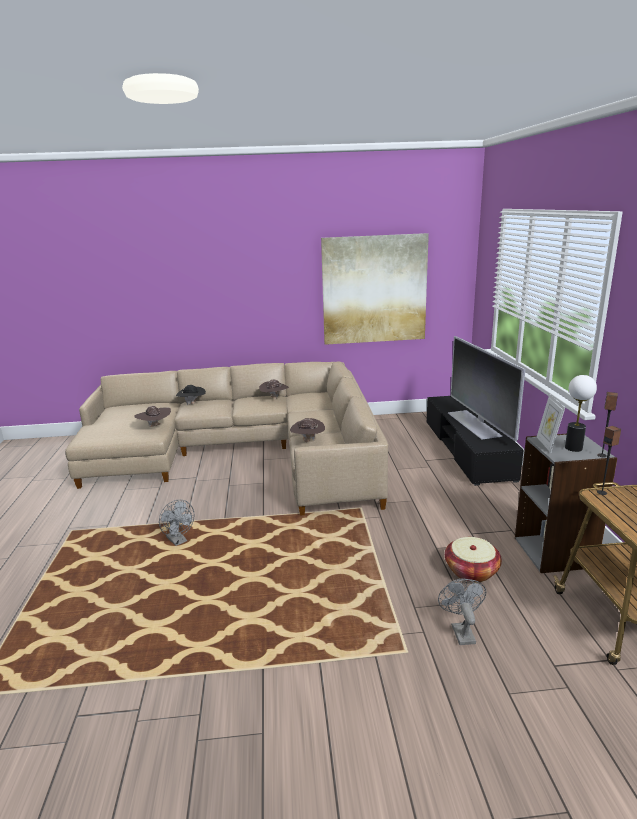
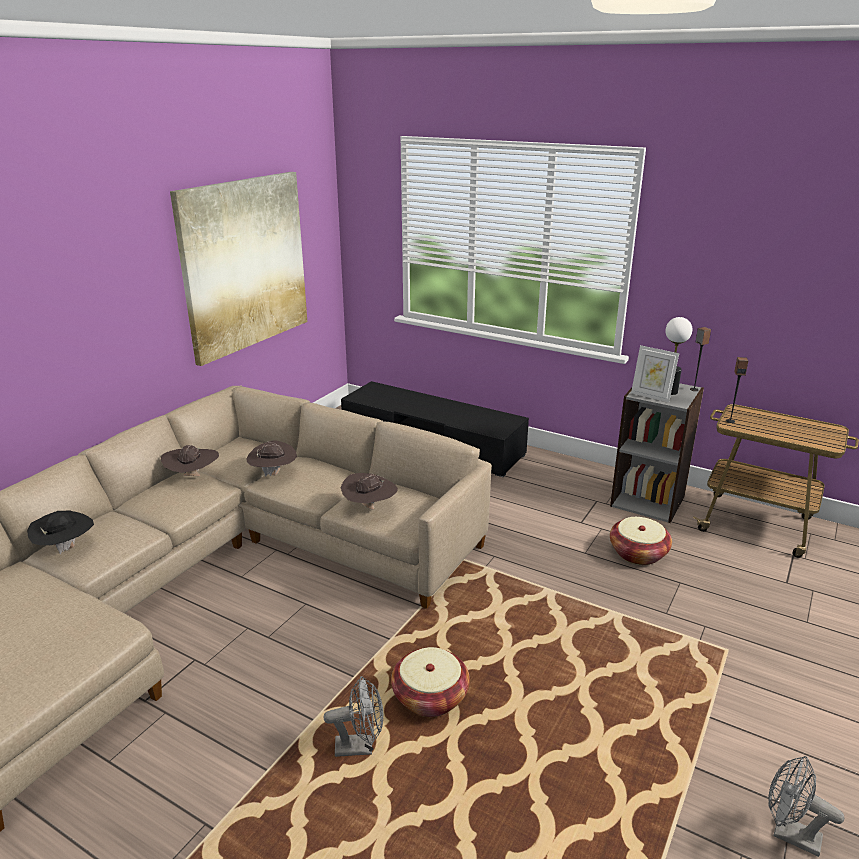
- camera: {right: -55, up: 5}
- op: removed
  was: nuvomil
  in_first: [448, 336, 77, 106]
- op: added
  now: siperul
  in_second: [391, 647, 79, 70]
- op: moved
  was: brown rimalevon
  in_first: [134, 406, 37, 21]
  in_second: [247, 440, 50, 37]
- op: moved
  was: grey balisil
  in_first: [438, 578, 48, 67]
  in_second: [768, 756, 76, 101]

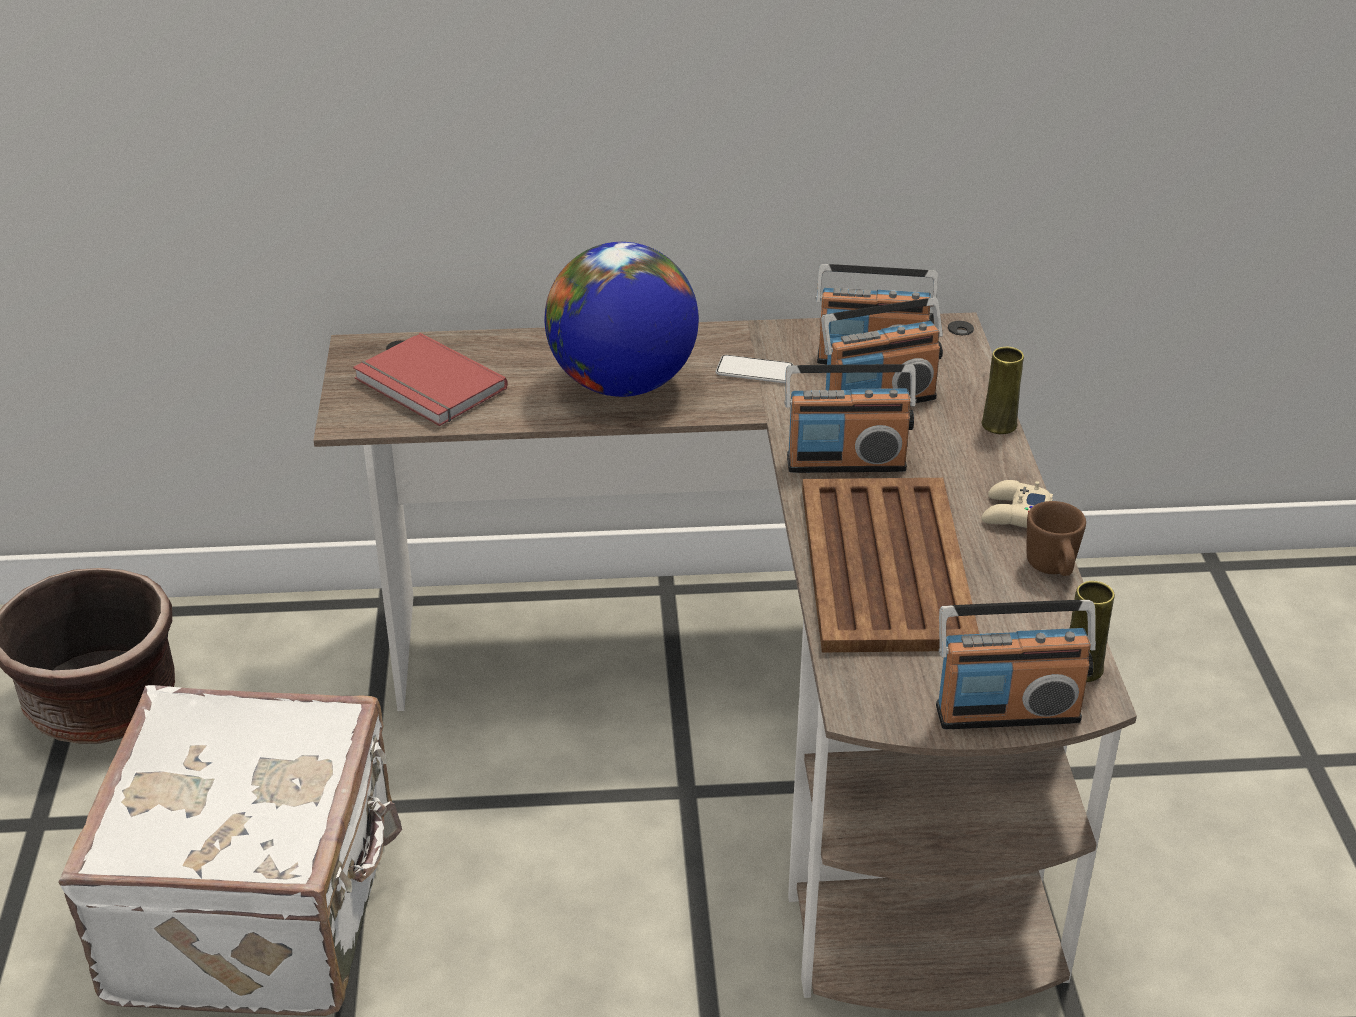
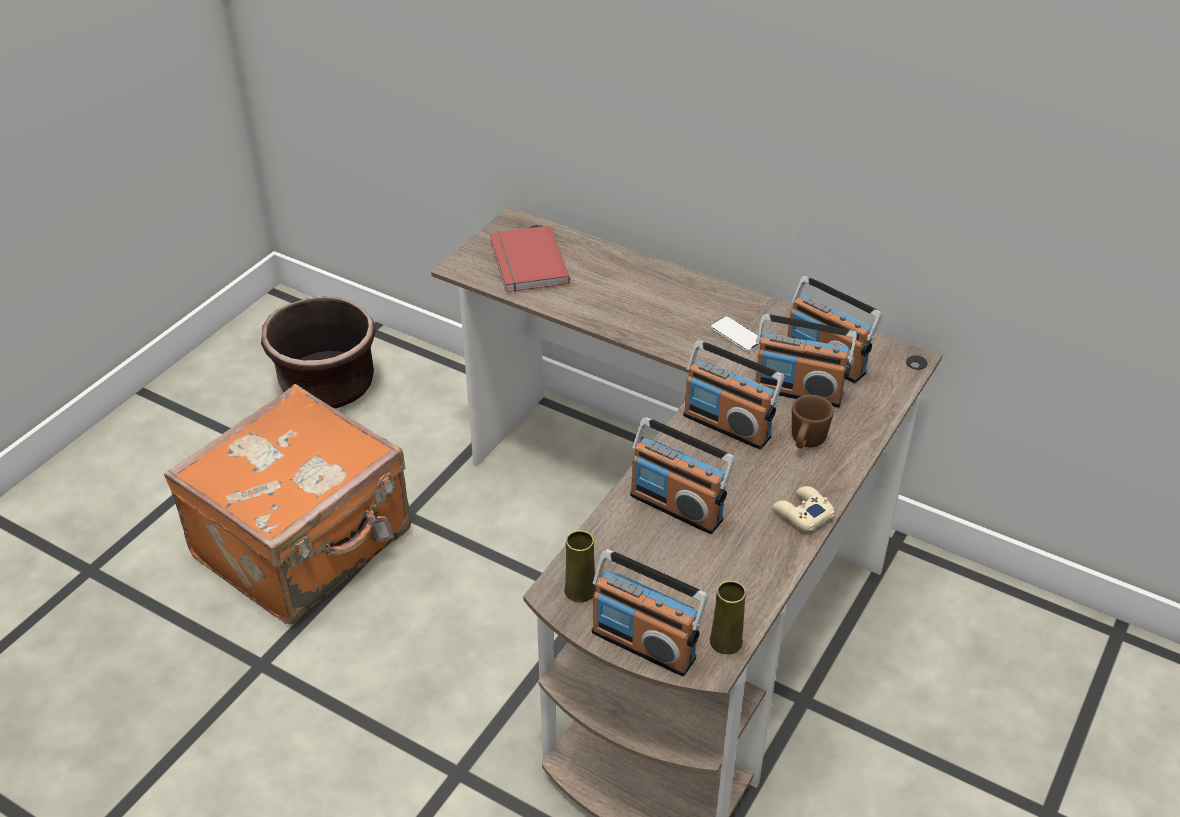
- camera: {right: 35, up: 5}
- op: removed
  was: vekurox
  in_first: [545, 242, 154, 155]
- op: moved
  was: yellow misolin
  in_first: [981, 347, 43, 87]
  in_second: [564, 530, 32, 72]
- op: moved
  was: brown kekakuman
  in_first: [1026, 501, 60, 75]
  in_second: [792, 395, 42, 54]
- op: replaced
  was: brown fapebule
  now: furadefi
  in_first: [802, 478, 177, 174]
  in_second: [630, 417, 105, 117]
- op: recoloured
  was: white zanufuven
  now: orange zanufuven
  in_first: [58, 685, 344, 331]
  in_second: [164, 384, 247, 241]

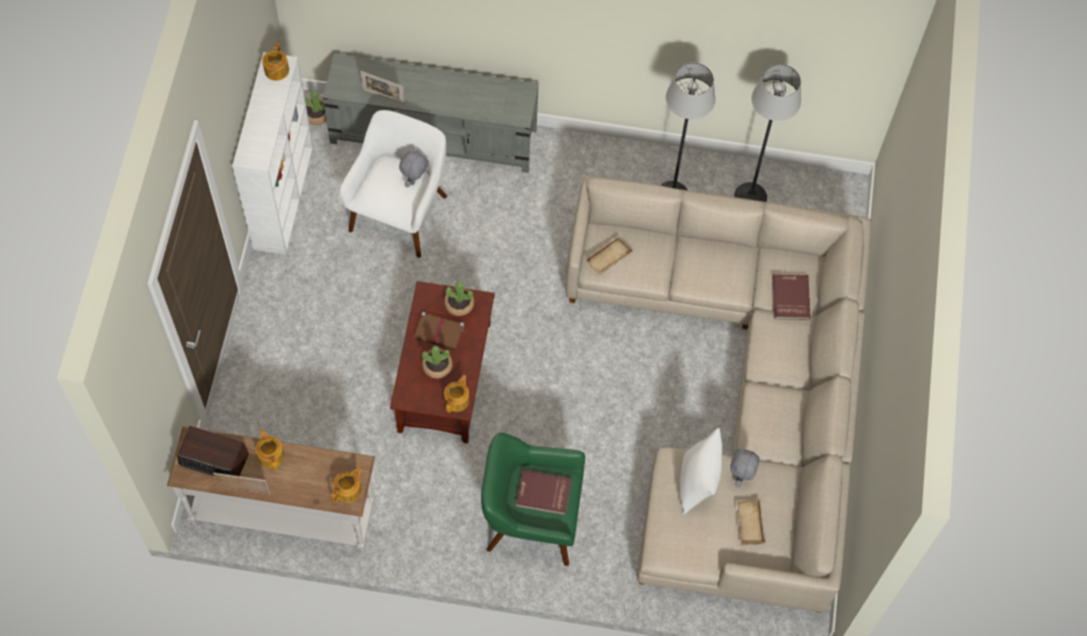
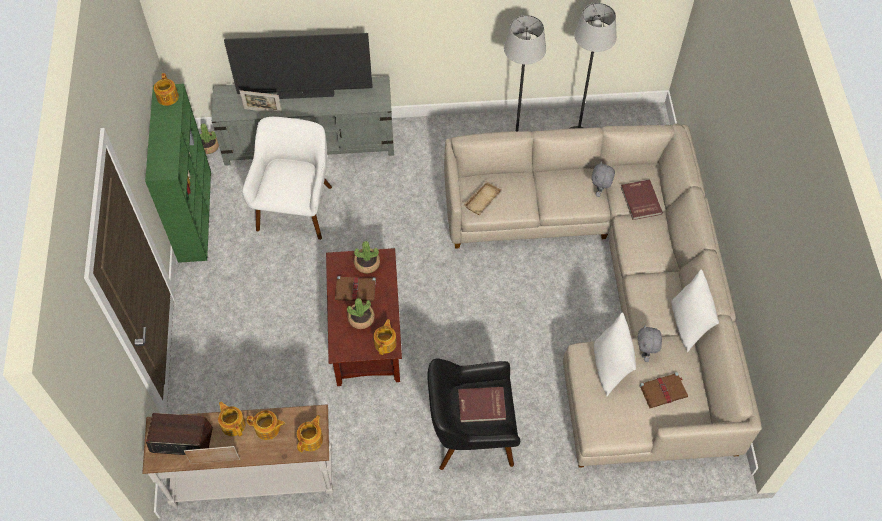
- camera: {right: -10, up: -5}
- op: added
  now: nuvomil
  in_second: [224, 33, 149, 66]
- op: added
  now: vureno
  in_second: [246, 410, 39, 30]
- op: added
  now: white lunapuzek
  in_second: [671, 270, 48, 82]
- op: moved
  was: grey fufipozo
  in_first: [399, 148, 30, 39]
  in_second: [592, 161, 23, 36]
- op: replaced
  was: beige fapebule
  now: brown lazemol
  in_first: [735, 498, 31, 47]
  in_second: [639, 372, 49, 36]
- op: recoloured
  was: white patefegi
  now: green patefegi
  in_first: [232, 52, 81, 203]
  in_second: [145, 84, 66, 179]
- op: recoloured
  was: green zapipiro
  now: black zapipiro
  in_first: [481, 433, 104, 133]
  in_second: [427, 359, 93, 111]

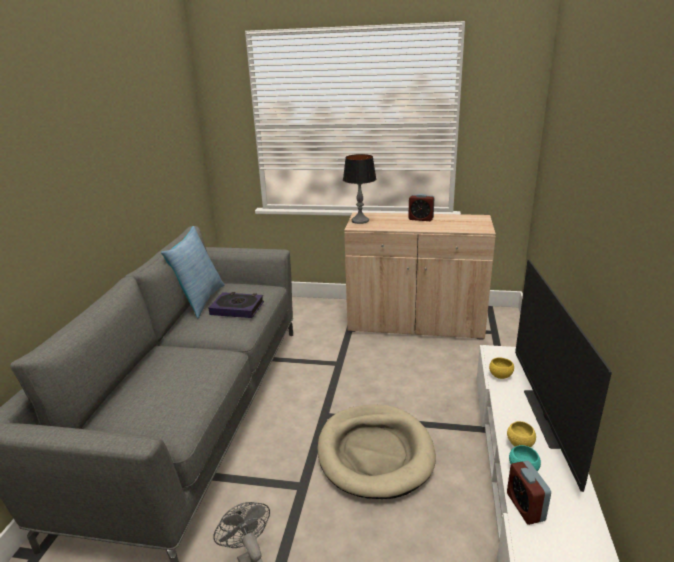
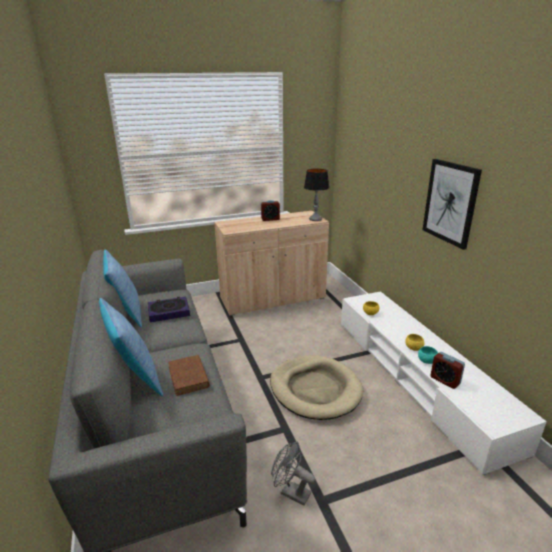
- camera: {right: -30, up: 0}
- op: removed
  was: nuvomil
  in_first: [515, 259, 97, 233]
- op: added
  now: lunapuzek
  in_second: [99, 298, 64, 99]
- op: added
  now: brown lazemol
  in_second: [168, 355, 42, 41]
- op: added
  now: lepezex
  in_second: [422, 159, 60, 91]
- op: moved
  was: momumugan
  in_first: [343, 154, 33, 70]
  in_second: [304, 169, 25, 52]

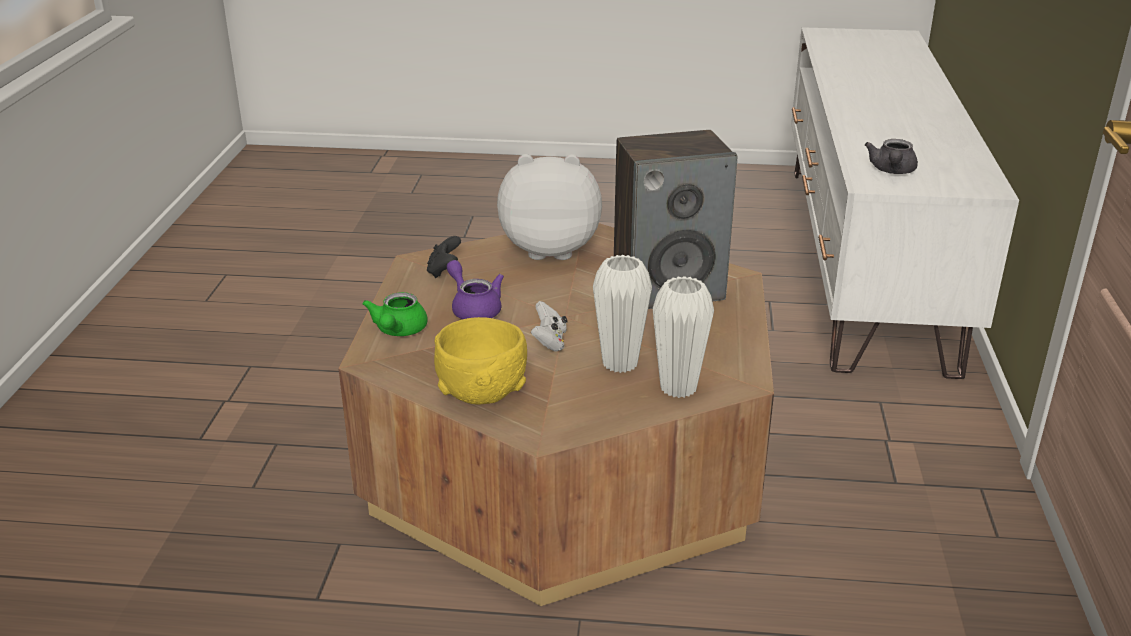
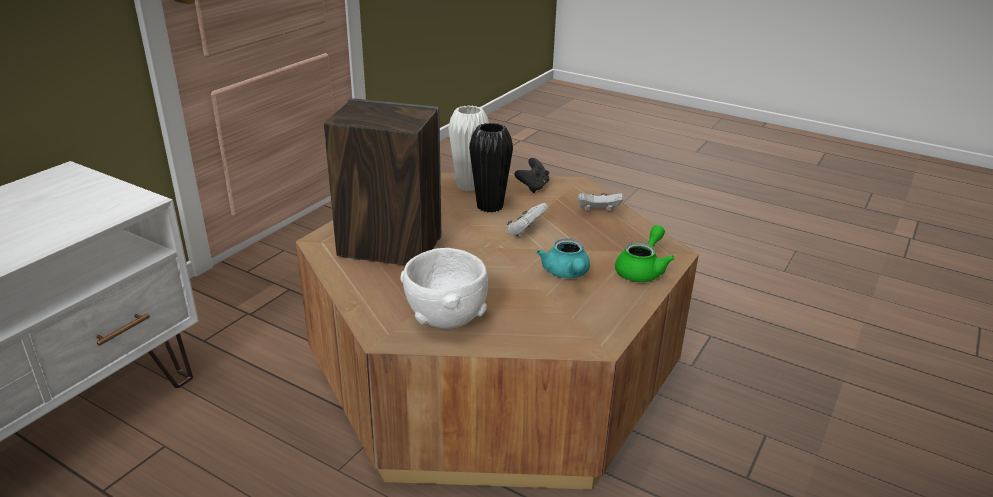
- camera: {right: -155, up: 0}
- op: removed
  was: grey vureno
  in_first: [865, 139, 53, 35]
- op: moved
  was: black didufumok
  in_first: [427, 236, 34, 42]
  in_second: [515, 158, 34, 35]
- op: replaced
  was: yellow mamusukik
  now: white didufumok
  in_first: [434, 317, 93, 88]
  in_second: [578, 193, 45, 18]
- op: replaced
  was: fufipozo
  now: white mamusukik
  in_first: [497, 154, 105, 106]
  in_second: [400, 248, 88, 81]
- op: recoloured
  was: purple vureno
  now: turquoise vureno
  in_first: [447, 260, 57, 59]
  in_second: [537, 238, 53, 40]
- op: recoloured
  was: white misolin
  now: black misolin
  in_first: [593, 255, 59, 118]
  in_second: [469, 123, 44, 90]

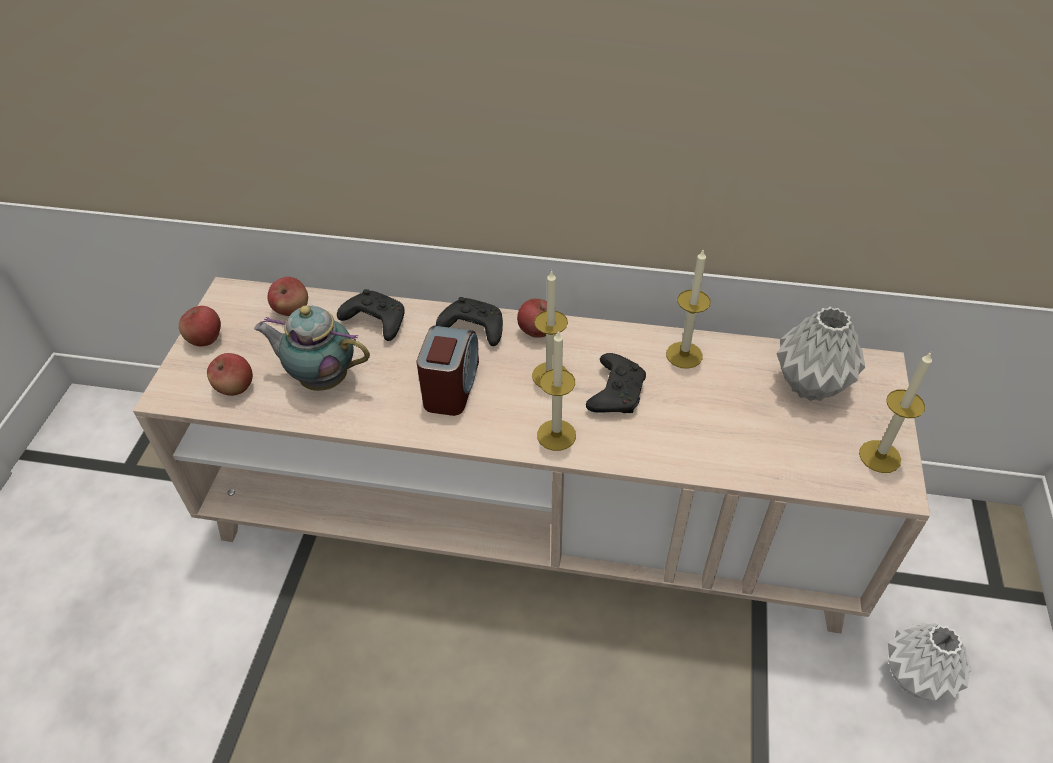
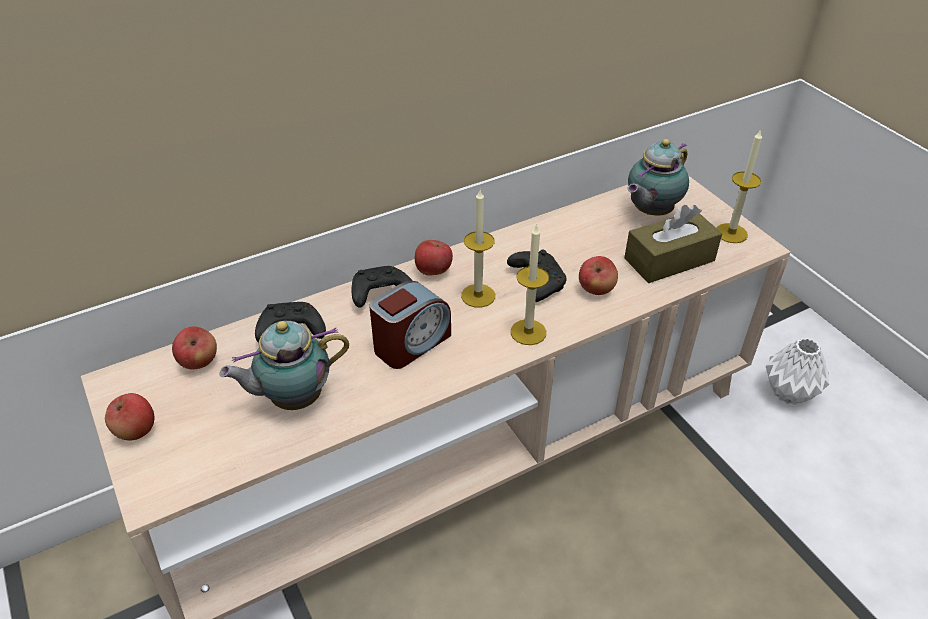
- camera: {right: -40, up: -5}
- op: removed
  was: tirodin
  in_first: [666, 248, 45, 121]
- op: added
  now: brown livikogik
  in_second: [624, 205, 98, 78]
- op: moved
  was: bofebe
  in_first: [207, 353, 46, 43]
  in_second: [579, 256, 39, 39]
- op: replaced
  was: grey misolin
  now: vureno
  in_first: [777, 307, 88, 94]
  in_second: [628, 139, 61, 76]
- op: turned
  was: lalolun
  in_first: [416, 326, 63, 90]
  in_second: [369, 281, 82, 88]
  clockwise: 75

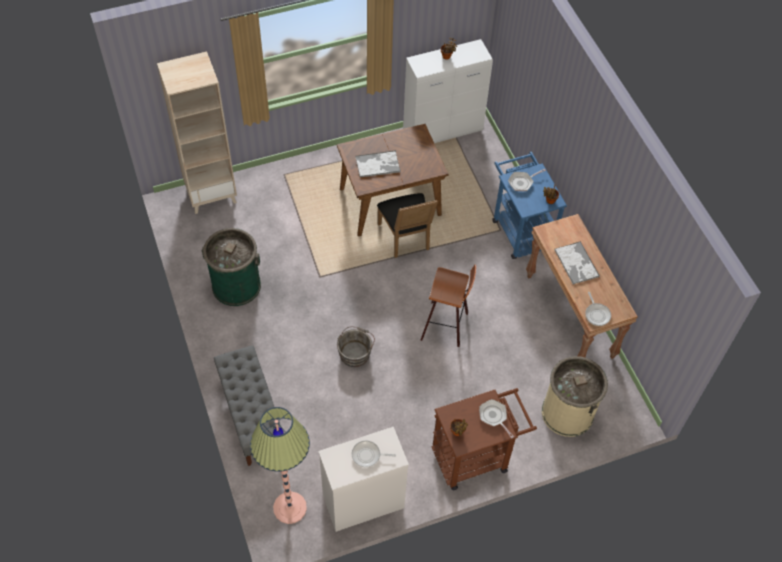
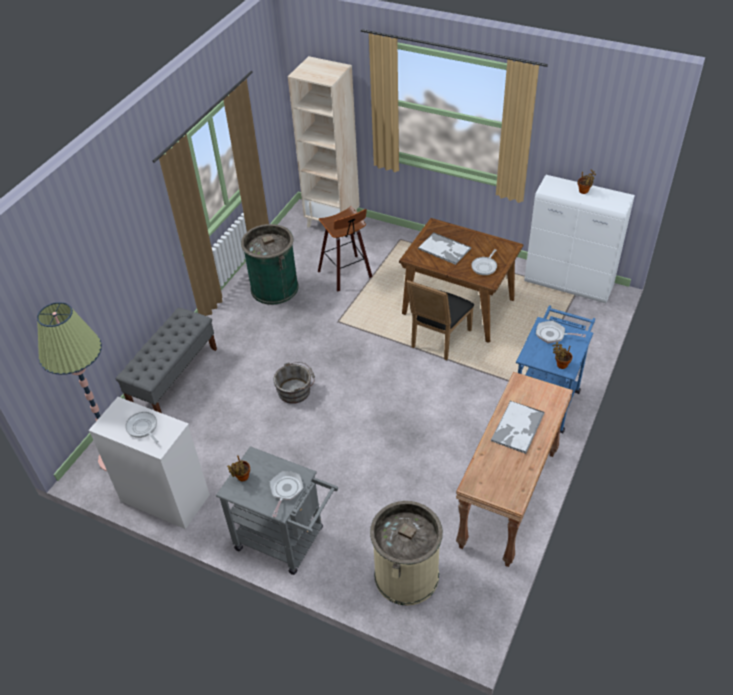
- camera: {right: 50, up: -10}
- op: moved
  was: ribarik
  in_first: [420, 265, 56, 82]
  in_second: [318, 206, 54, 86]
- op: moved
  was: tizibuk
  in_first: [585, 292, 26, 34]
  in_second: [471, 249, 26, 26]
- op: recoloured
  was: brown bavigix
  now: grey bavigix
  in_first: [431, 388, 106, 102]
  in_second: [216, 446, 122, 129]

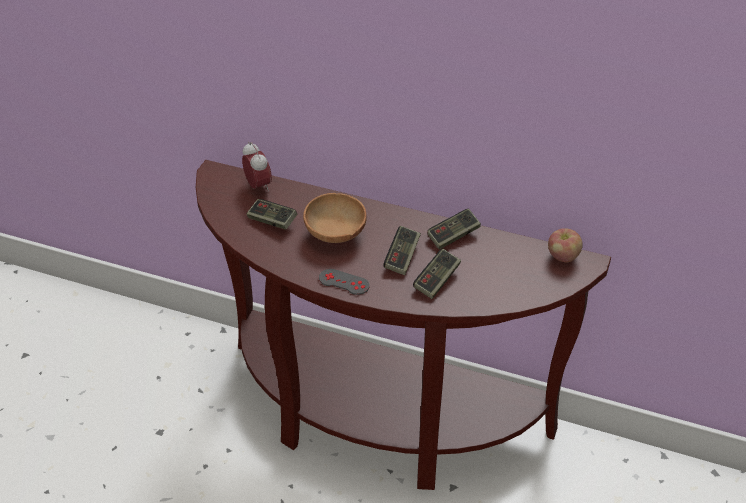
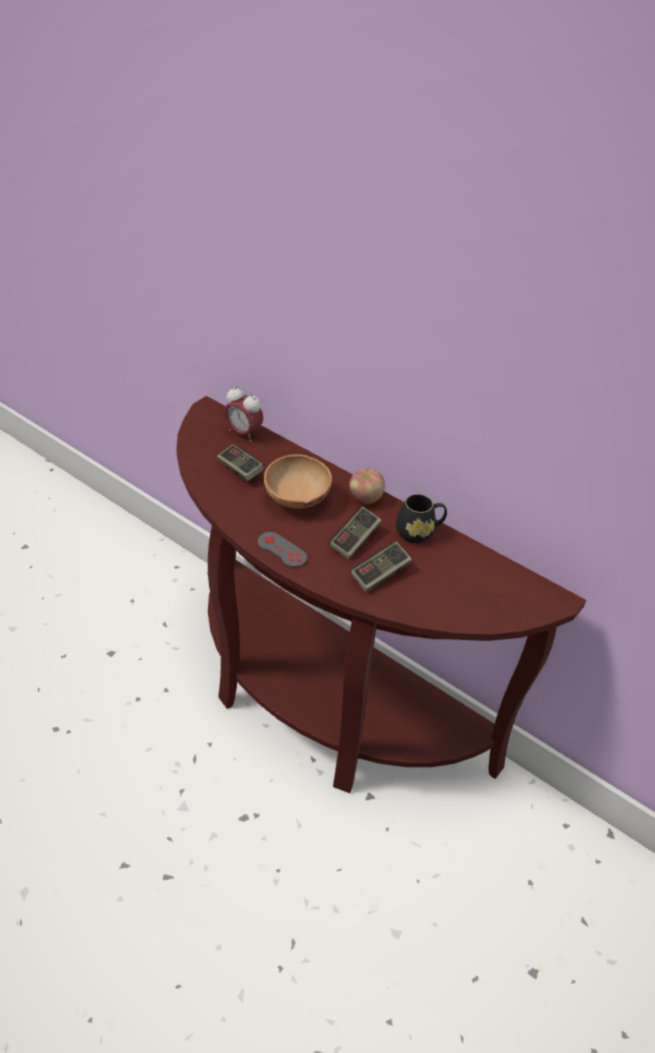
- camera: {right: 15, up: 0}
- op: moved
  was: bofebe
  in_first: [548, 228, 35, 34]
  in_second: [349, 468, 36, 36]
- op: replaced
  was: didufumok
  now: black kekakuman
  in_first: [427, 209, 54, 41]
  in_second: [396, 494, 51, 49]
- op: turned
  was: lalolun
  in_first: [242, 142, 30, 50]
  in_second: [224, 386, 39, 56]
  clockwise: 135

